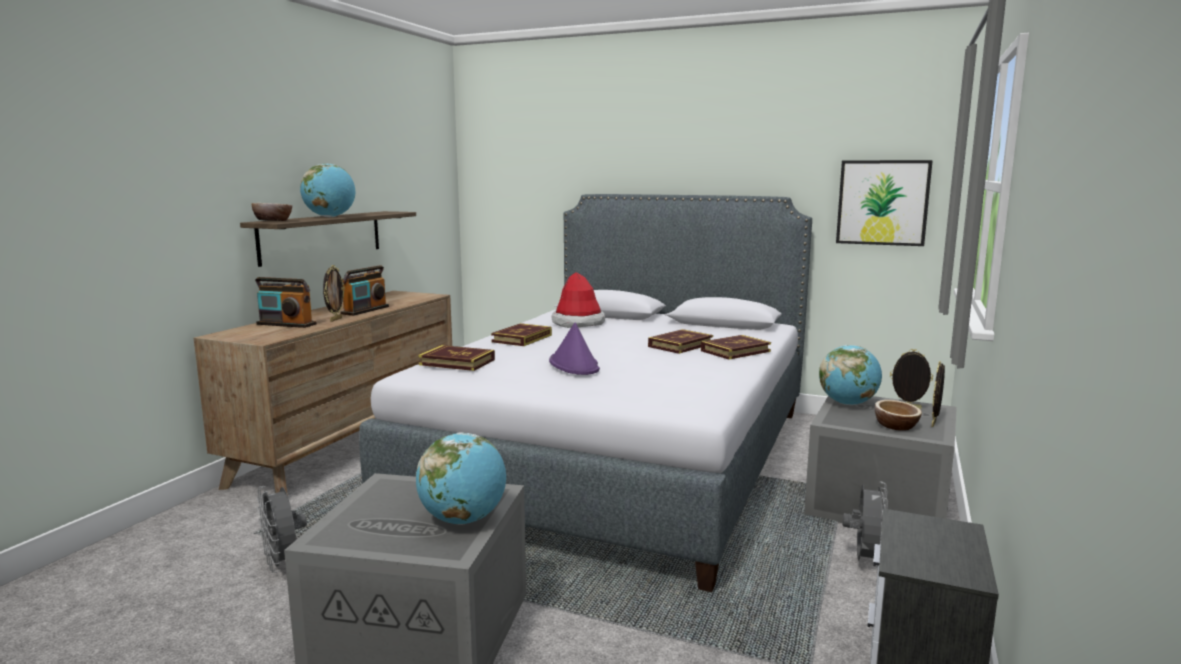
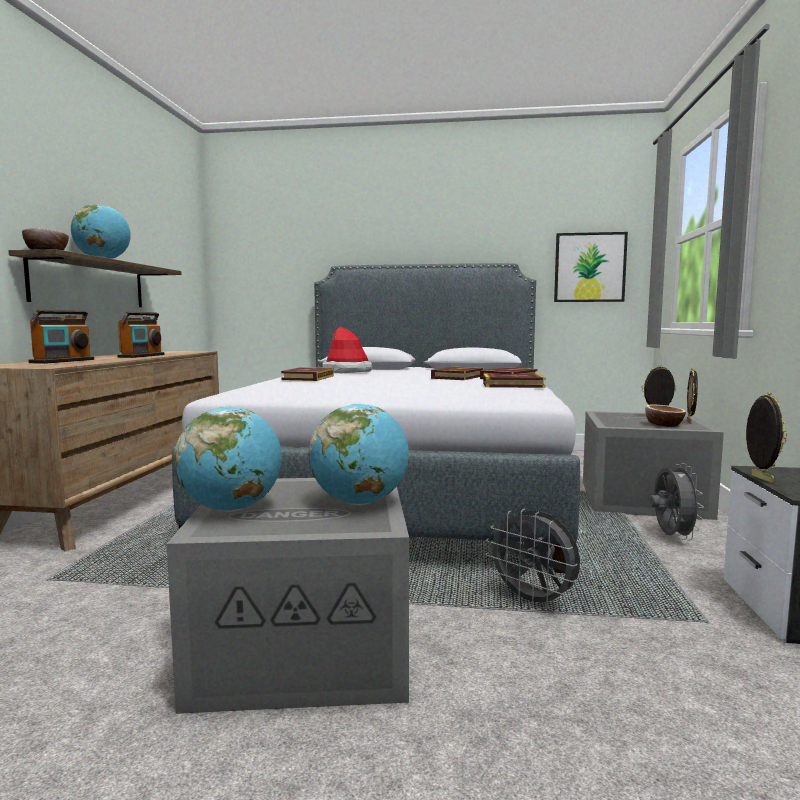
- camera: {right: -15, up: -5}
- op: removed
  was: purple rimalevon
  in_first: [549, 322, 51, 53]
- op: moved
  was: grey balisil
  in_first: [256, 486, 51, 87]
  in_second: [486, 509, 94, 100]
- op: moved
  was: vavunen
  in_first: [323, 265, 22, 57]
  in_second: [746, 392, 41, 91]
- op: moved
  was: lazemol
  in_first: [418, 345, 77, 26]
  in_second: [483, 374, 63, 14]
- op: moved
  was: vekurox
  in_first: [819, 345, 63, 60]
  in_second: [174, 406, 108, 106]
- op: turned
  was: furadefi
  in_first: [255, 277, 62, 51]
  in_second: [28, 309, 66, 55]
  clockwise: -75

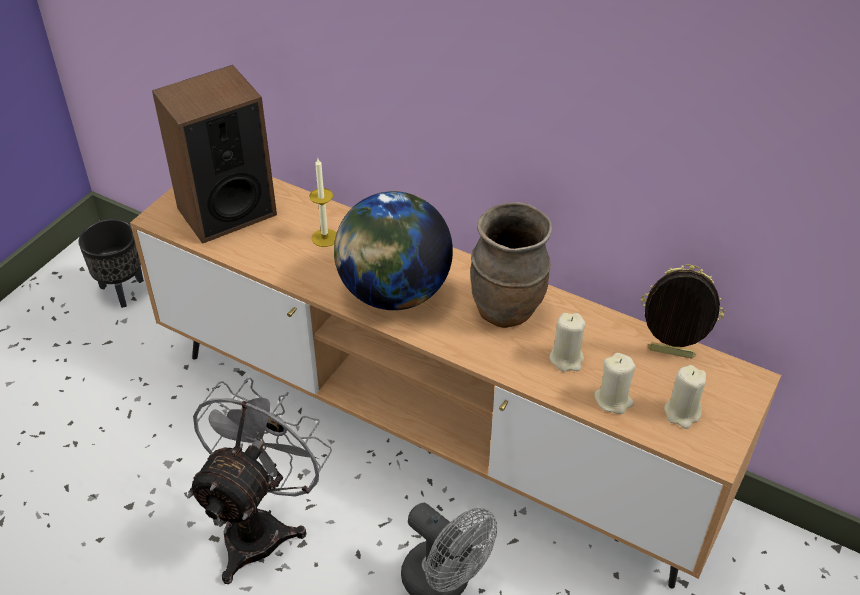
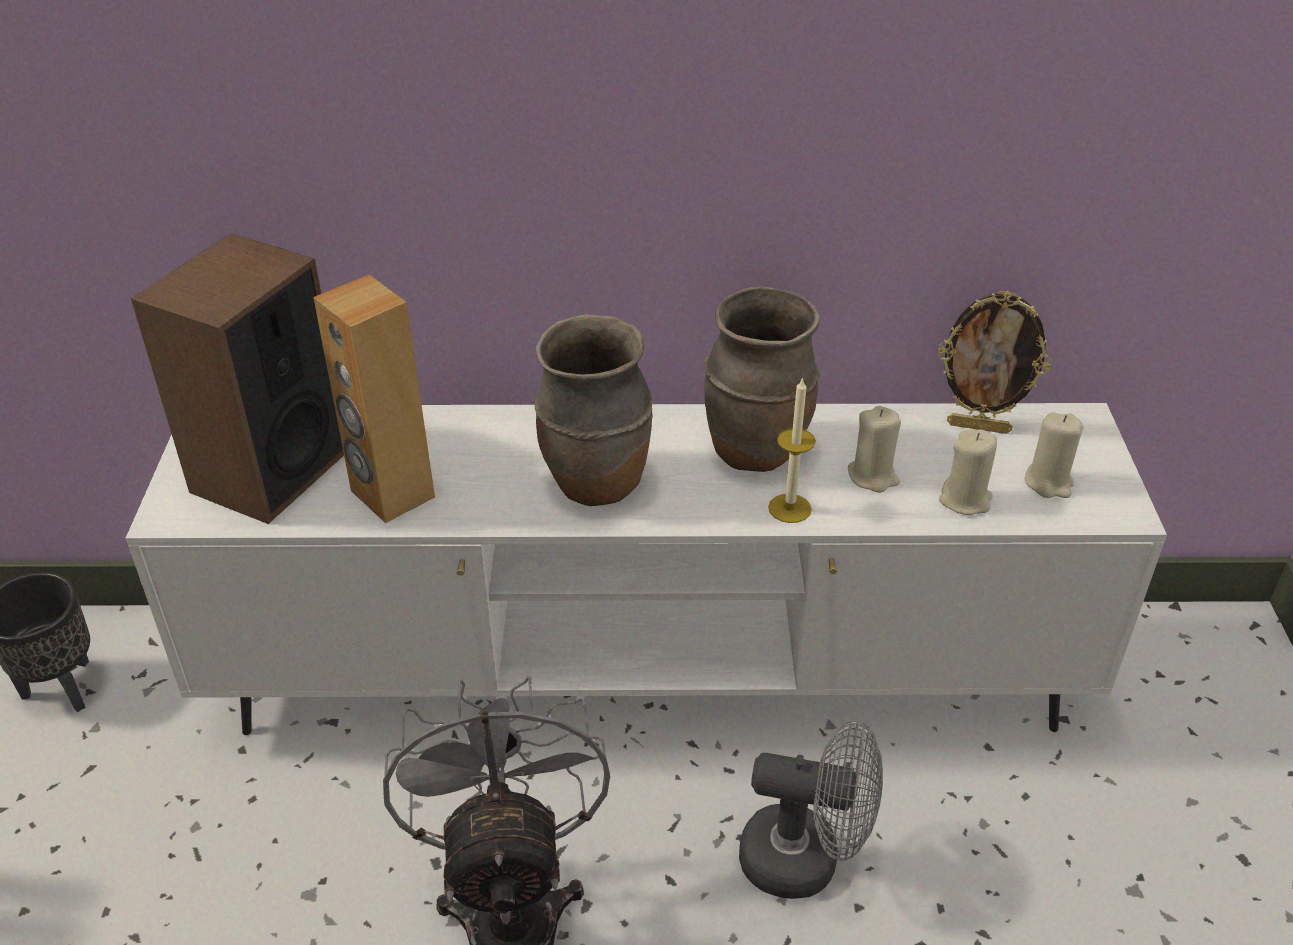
- camera: {right: -30, up: -5}
- op: added
  now: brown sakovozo
  in_second: [313, 275, 122, 248]
- op: moved
  was: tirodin
  in_first: [309, 159, 27, 88]
  in_second: [768, 377, 48, 146]
- op: replaced
  was: vekurox
  now: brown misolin
  in_first: [334, 191, 119, 119]
  in_second: [535, 314, 118, 192]
- op: recoloured
  was: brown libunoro
  now: white libunoro
  in_first: [130, 177, 651, 412]
  in_second: [126, 403, 1041, 332]
- op: turned
  was: vavunen
  in_first: [641, 264, 84, 95]
  in_second: [938, 291, 114, 143]
  clockwise: -150

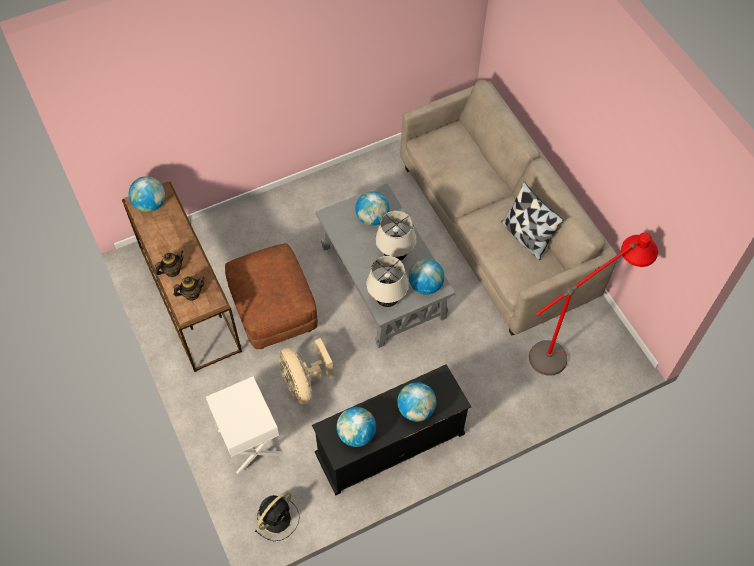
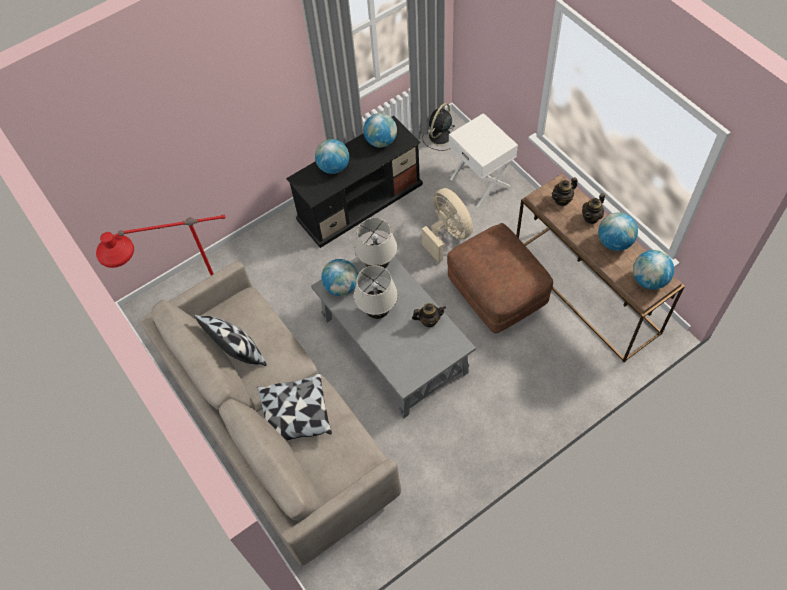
- camera: {right: 175, up: 0}
- op: added
  now: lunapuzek
  in_second: [257, 373, 75, 68]
- op: added
  now: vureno
  in_second: [412, 303, 34, 24]
- op: moved
  was: vekurox
  in_first: [355, 191, 34, 35]
  in_second: [598, 212, 40, 39]

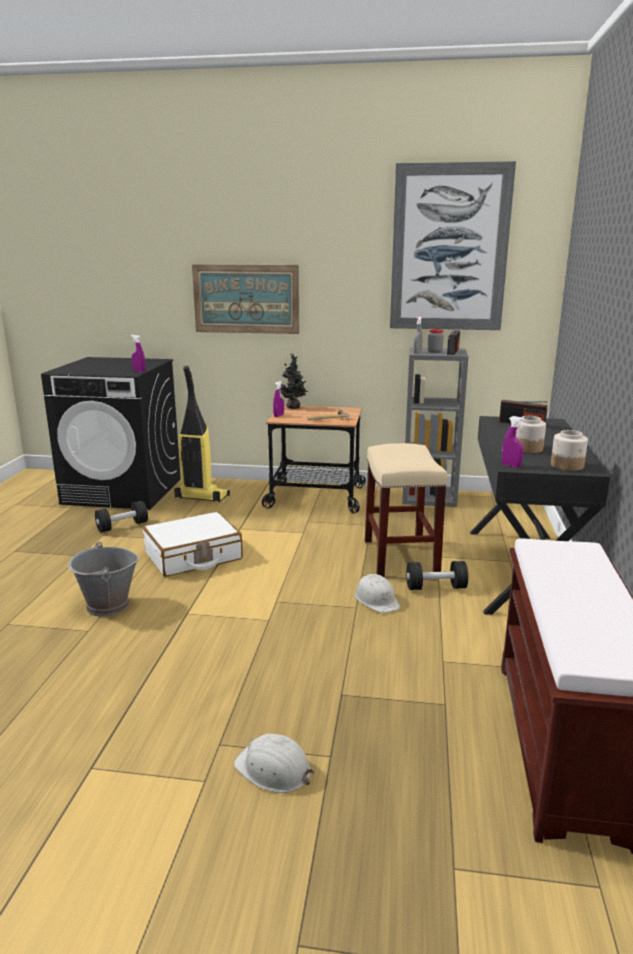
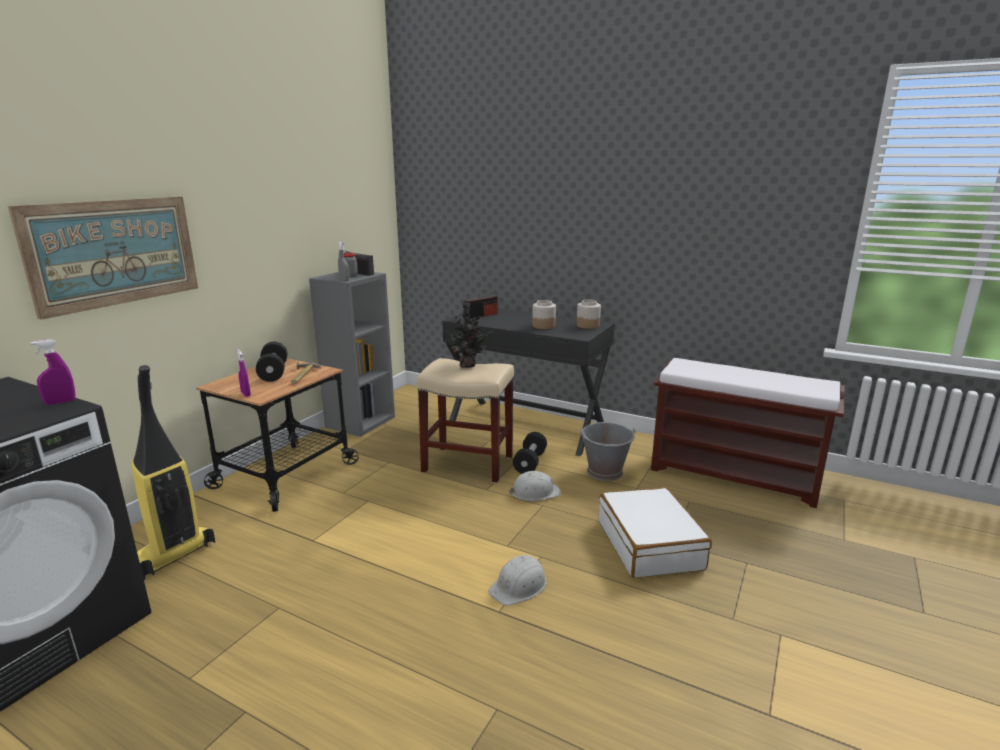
- camera: {right: -70, up: 0}
- op: removed
  was: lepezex
  in_first: [390, 161, 126, 169]
- op: removed
  was: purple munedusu
  in_first: [502, 416, 22, 52]
- op: moved
  was: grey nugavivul
  in_first: [68, 542, 71, 75]
  in_second: [579, 422, 58, 59]
- op: moved
  was: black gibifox
  in_first: [95, 501, 53, 32]
  in_second: [256, 342, 31, 40]
- op: moved
  was: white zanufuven
  in_first: [143, 512, 100, 65]
  in_second: [599, 487, 113, 91]
- op: moved
  was: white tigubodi
  in_first: [234, 734, 80, 59]
  in_second: [488, 555, 59, 50]
- op: moved
  was: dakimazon
  in_first: [280, 353, 29, 56]
  in_second: [443, 301, 50, 67]

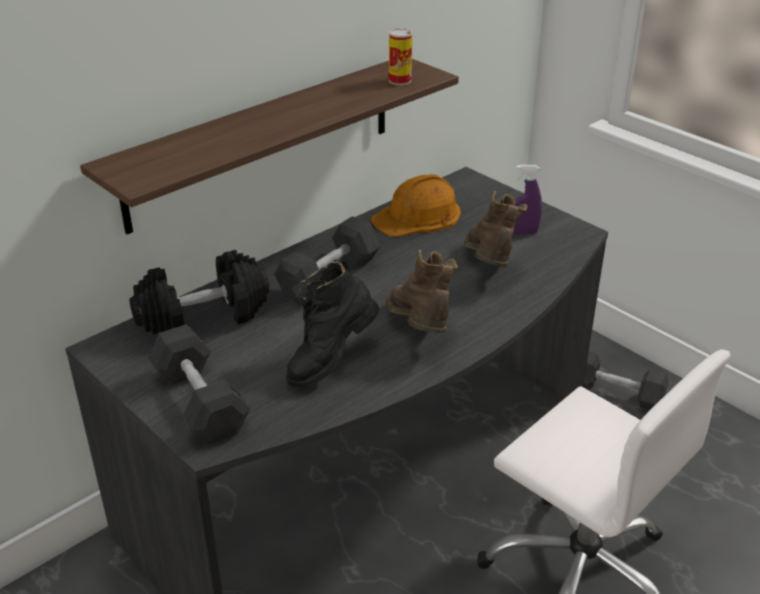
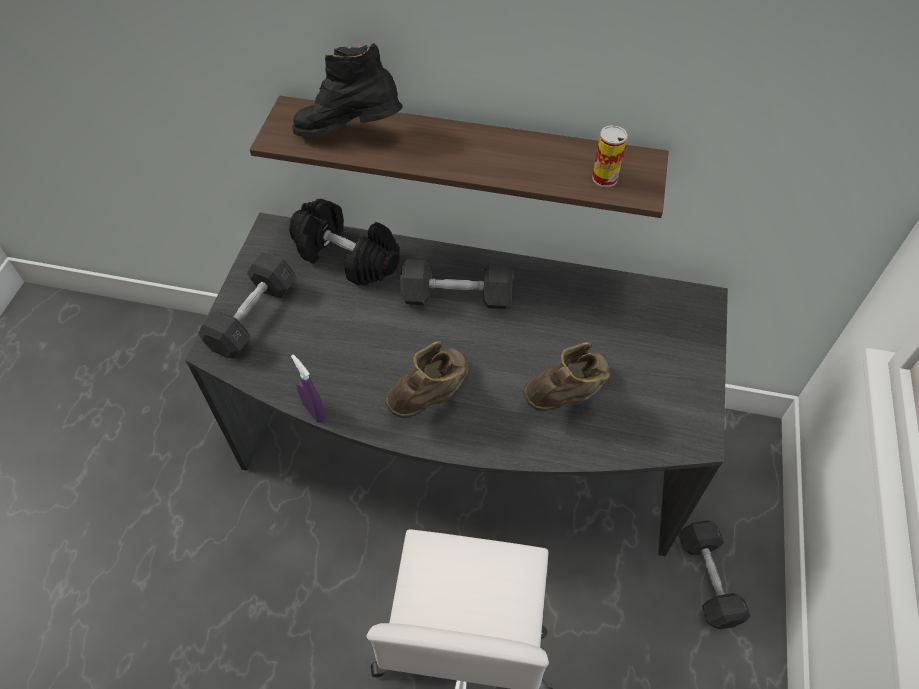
- camera: {right: 55, up: 20}
- op: removed
  was: orange tigubodi
  in_first: [370, 174, 91, 63]
- op: moved
  was: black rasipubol
  in_first: [286, 260, 93, 128]
  in_second: [292, 43, 111, 95]
- op: moved
  was: purple munedusu
  in_first: [513, 165, 29, 69]
  in_second: [291, 355, 35, 67]

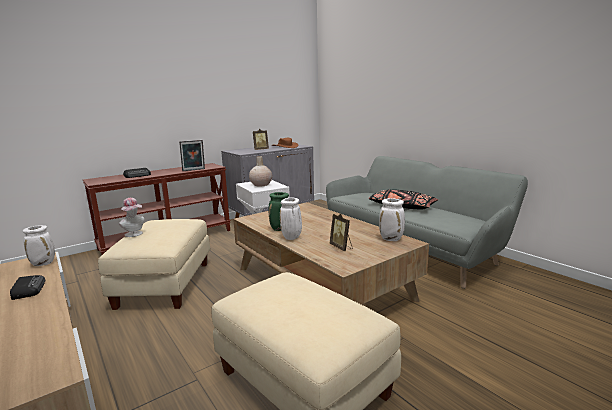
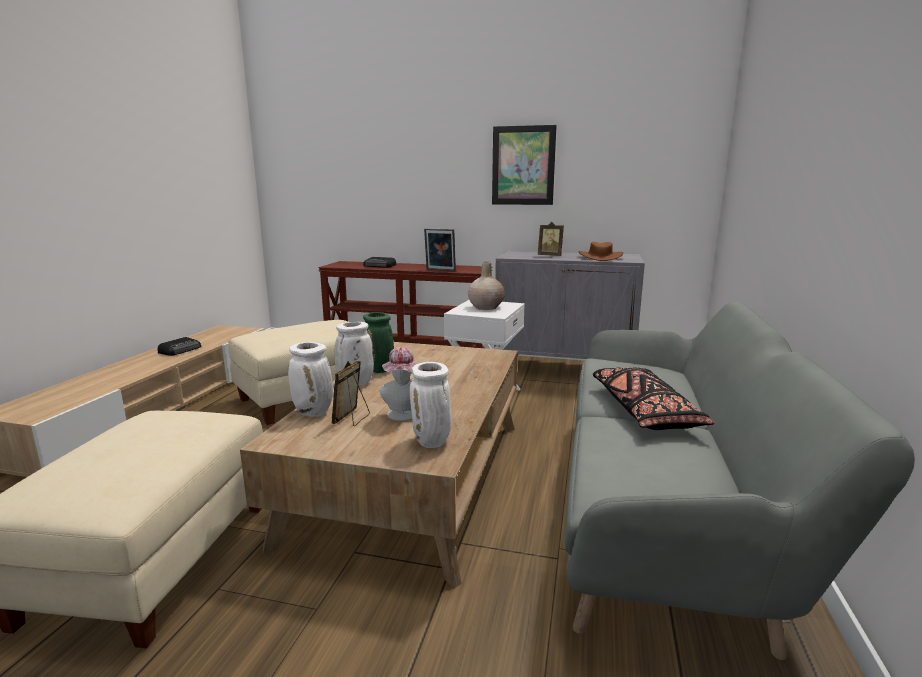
- camera: {right: 50, up: 0}
- op: added
  now: lepezex
  in_second: [492, 125, 65, 80]
- op: moved
  was: white misolin
  in_first: [23, 225, 32, 41]
  in_second: [288, 342, 45, 75]
- op: moved
  was: rimalevon
  in_first: [119, 198, 25, 39]
  in_second: [379, 347, 40, 74]

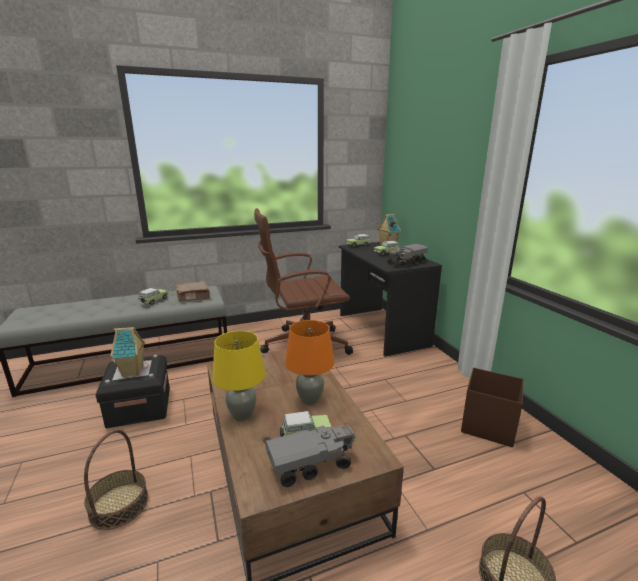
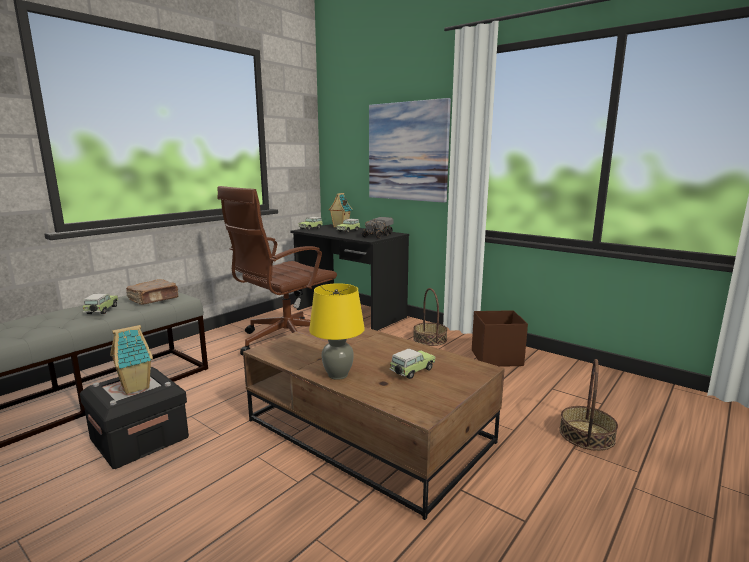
- camera: {right: -30, up: -5}
- op: removed
  was: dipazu
  in_first: [265, 423, 92, 64]
- op: removed
  was: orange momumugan
  in_first: [285, 320, 49, 85]
- op: added
  now: lepezex
  in_second: [369, 98, 82, 105]
- op: moved
  was: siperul
  in_first: [84, 430, 64, 100]
  in_second: [413, 288, 35, 58]

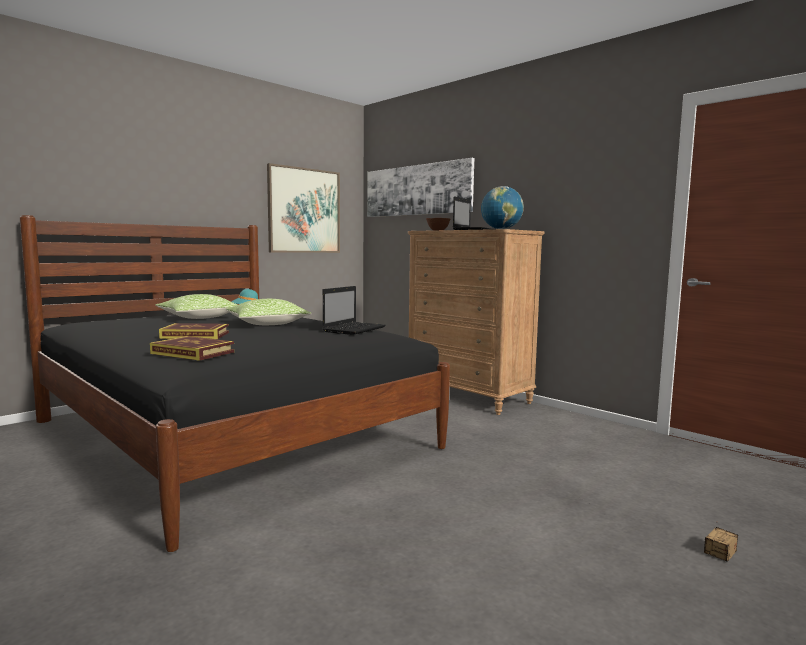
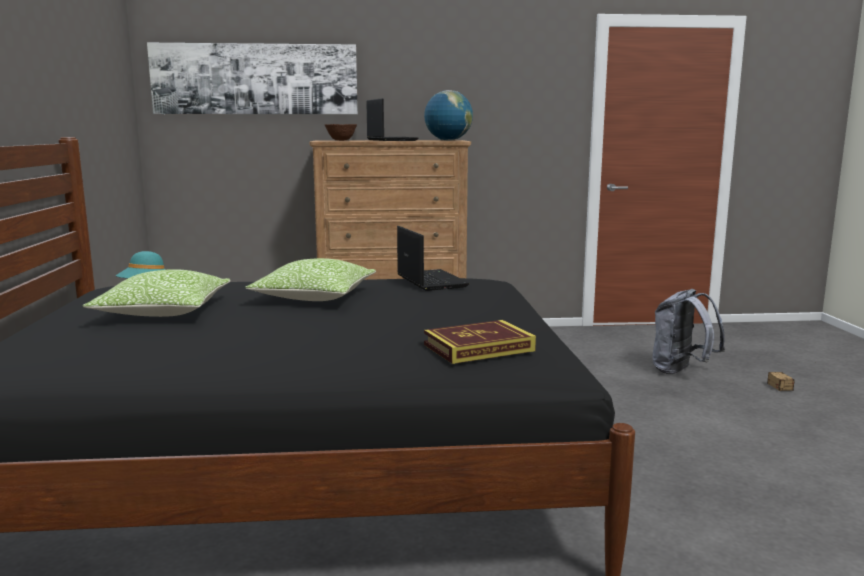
- camera: {right: -50, up: 5}
- op: removed
  was: lazemol
  in_first: [159, 323, 70, 16]
- op: removed
  was: lepezex
  in_first: [267, 163, 73, 90]
- op: added
  now: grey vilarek
  in_second: [652, 289, 73, 85]

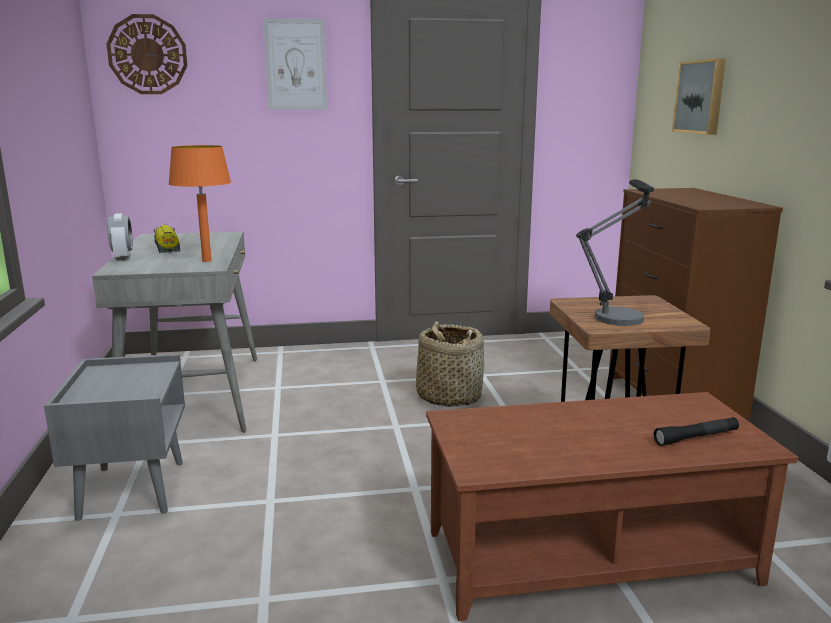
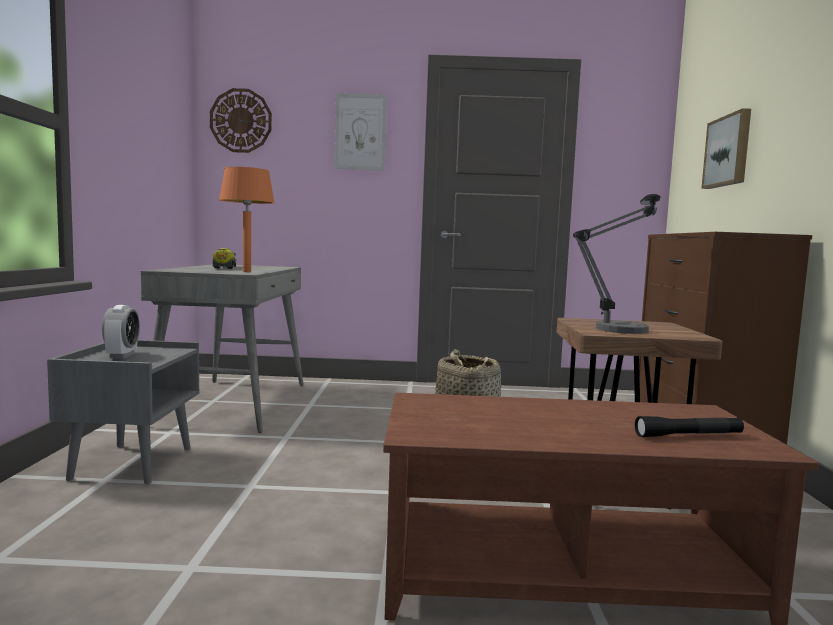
- camera: {right: 10, up: -10}
- op: moved
  was: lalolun
  in_first: [107, 213, 26, 48]
  in_second: [102, 305, 38, 54]

